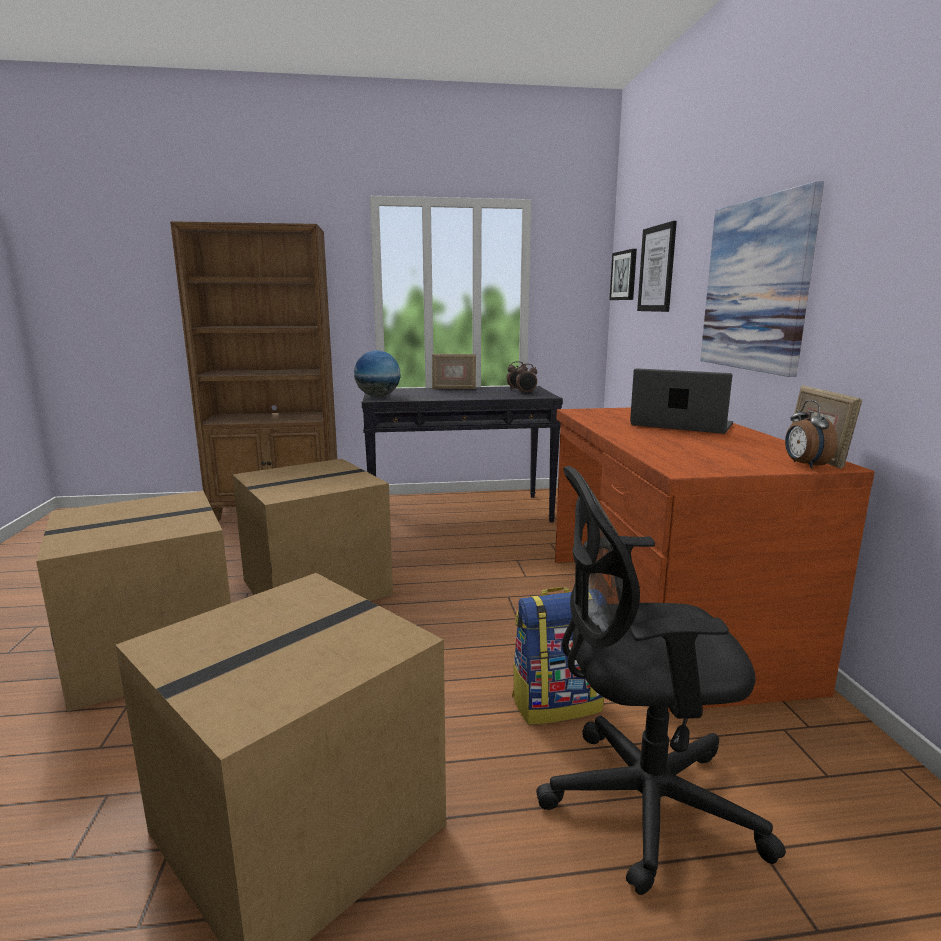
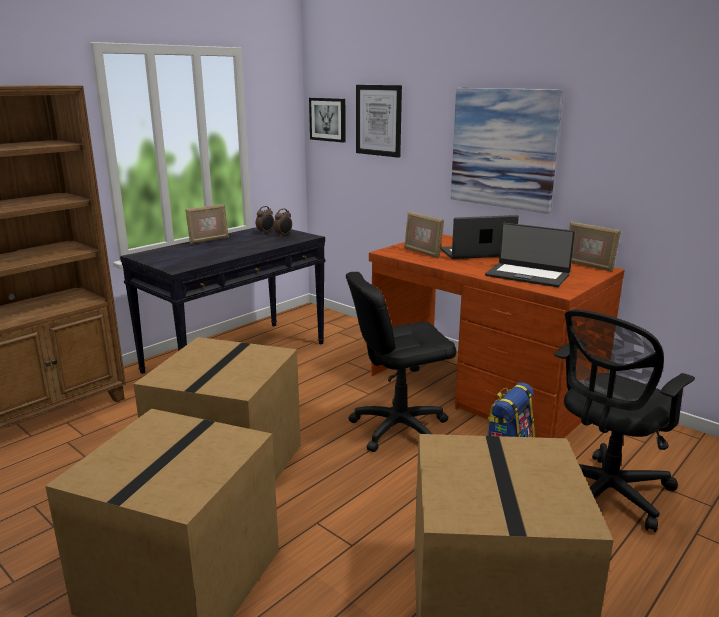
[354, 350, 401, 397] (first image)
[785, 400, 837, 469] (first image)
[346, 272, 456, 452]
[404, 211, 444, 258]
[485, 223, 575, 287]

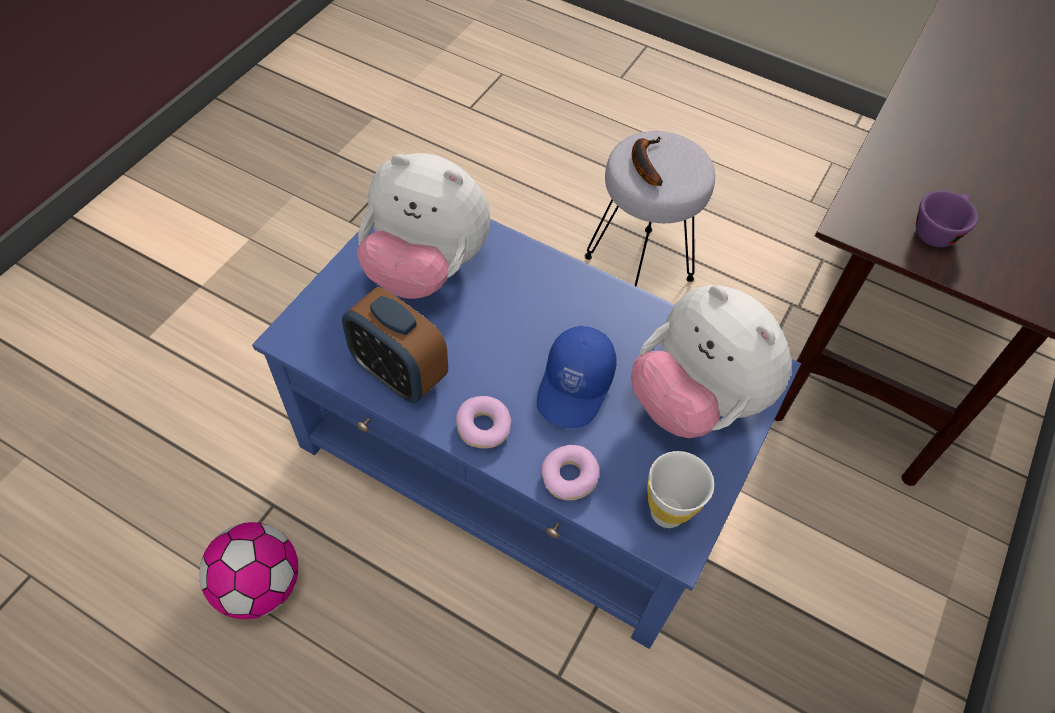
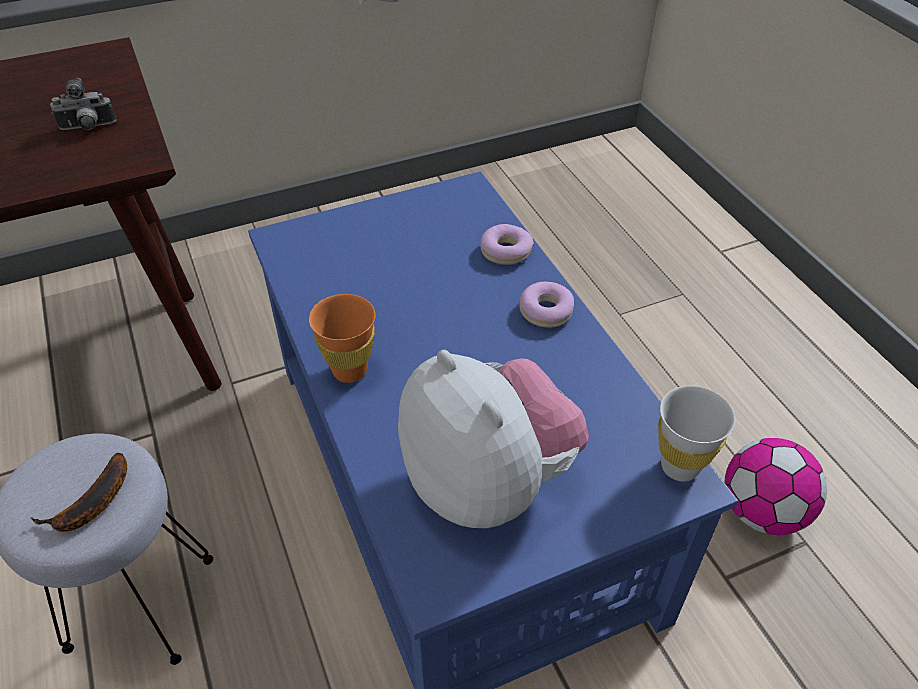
[342, 287, 448, 403] (first image)
[537, 326, 617, 428] (first image)
[631, 285, 791, 438] (first image)
[309, 294, 375, 383]
[658, 385, 736, 481]
[50, 78, 117, 130]

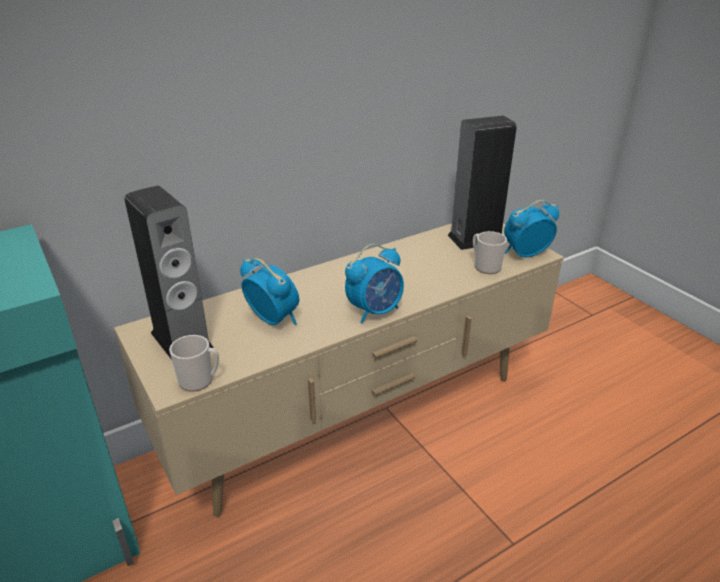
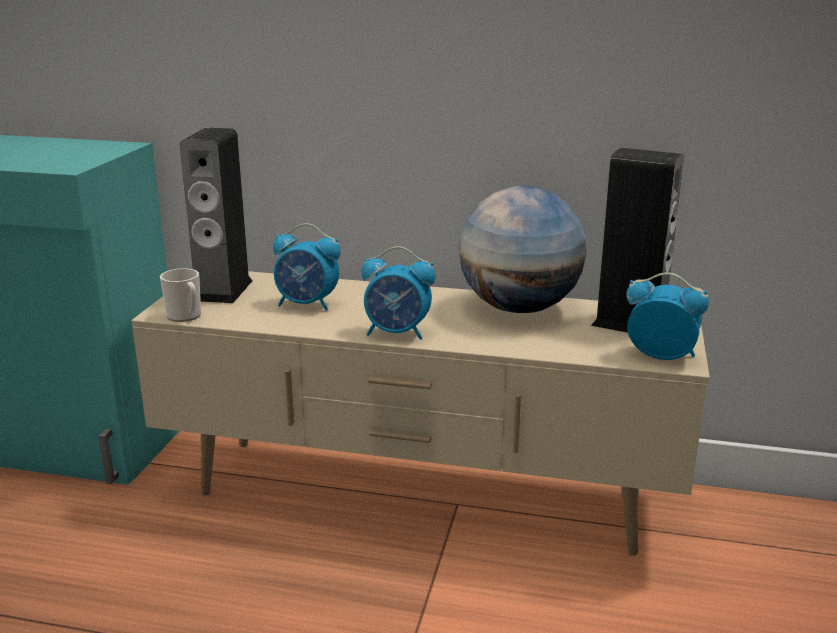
[473, 231, 507, 274] (first image)
[459, 186, 587, 313]
[273, 223, 341, 311]

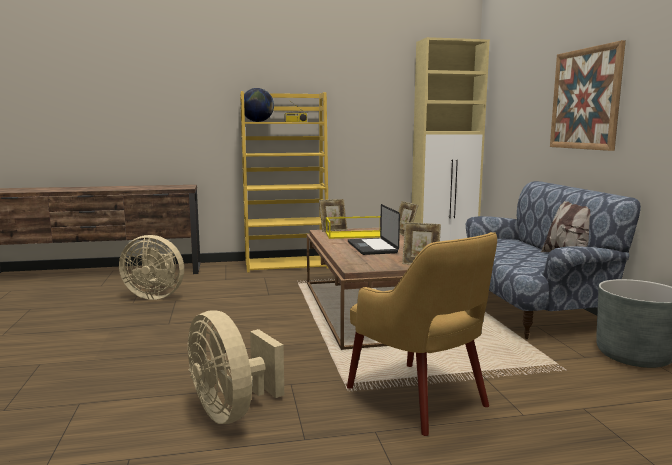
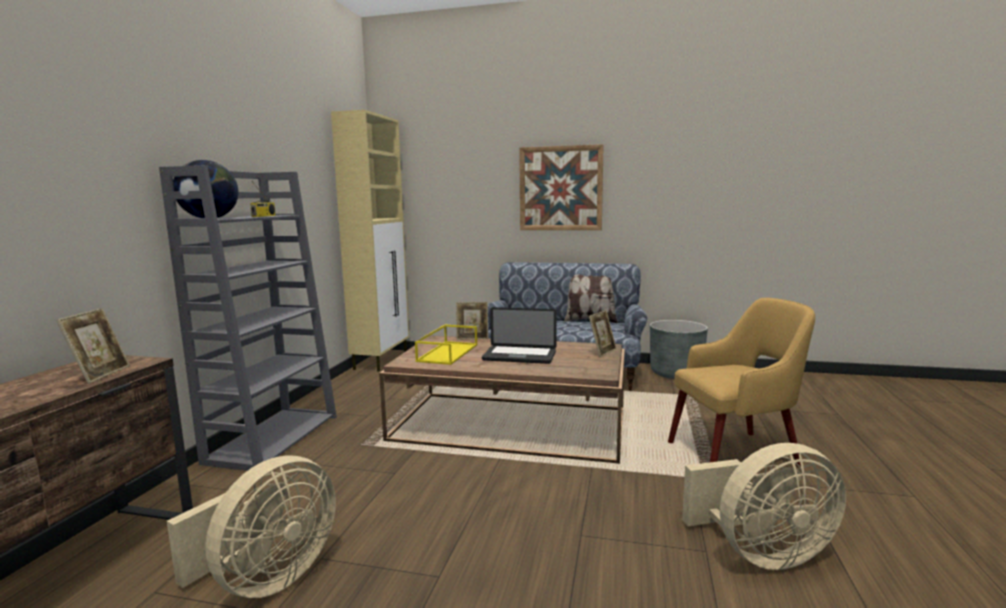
[56, 308, 130, 384]
[159, 165, 337, 471]

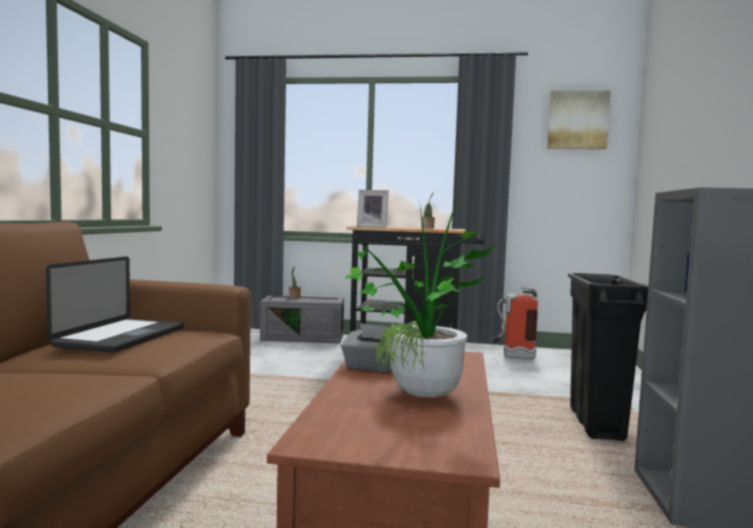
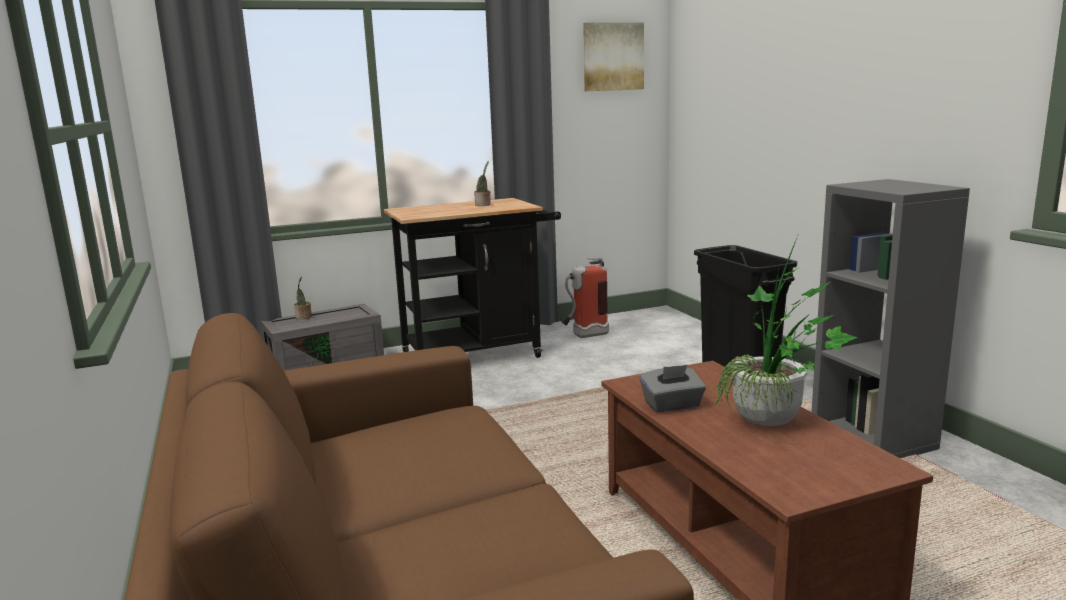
[46, 256, 184, 353] (first image)
[357, 190, 389, 228] (first image)

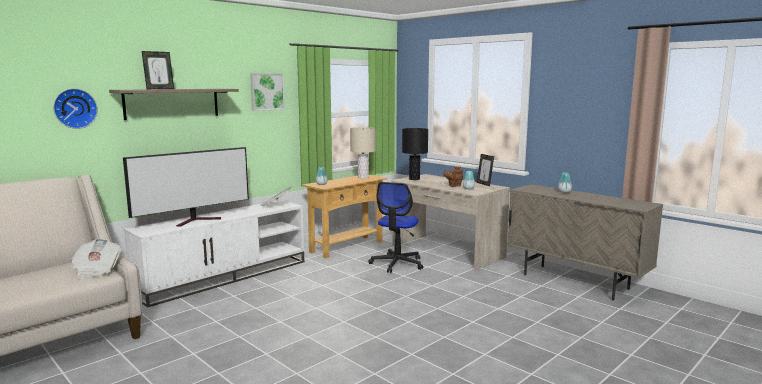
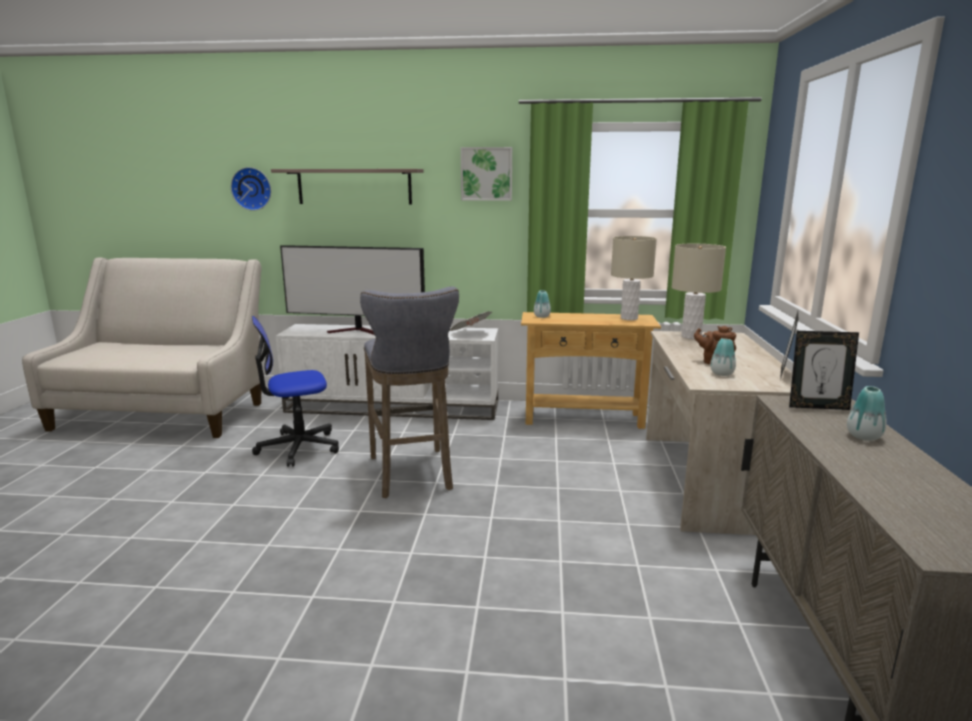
[71, 238, 121, 279] (first image)
[360, 286, 459, 498]
[789, 331, 859, 410]
[252, 316, 339, 467]
[672, 244, 726, 339]

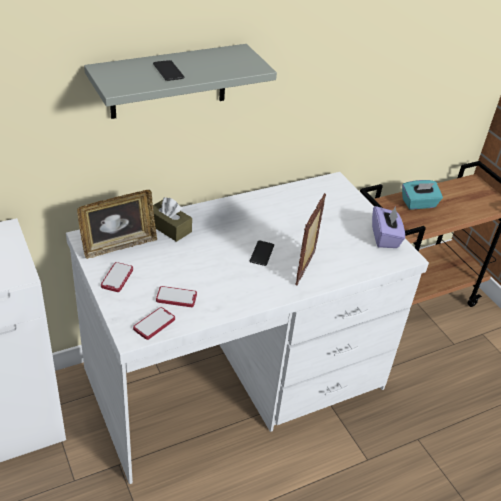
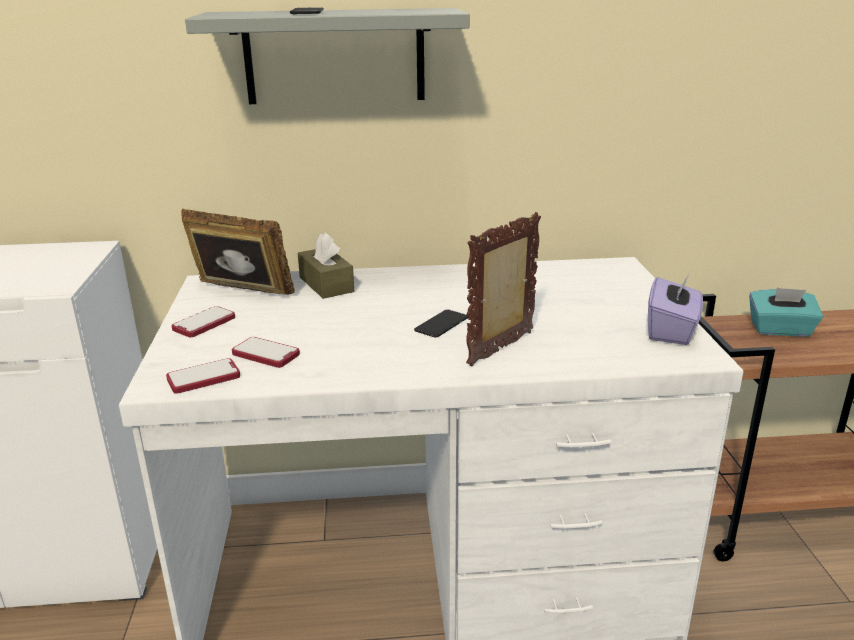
[181, 209, 295, 295]

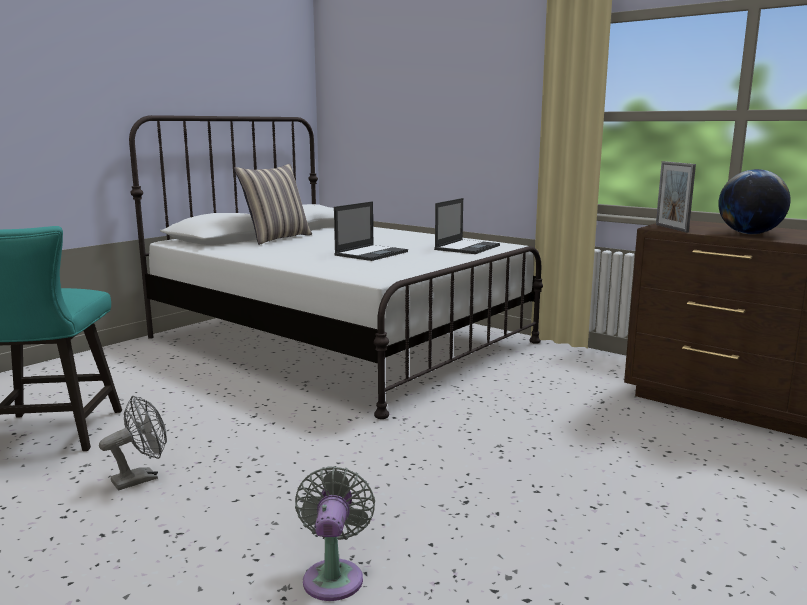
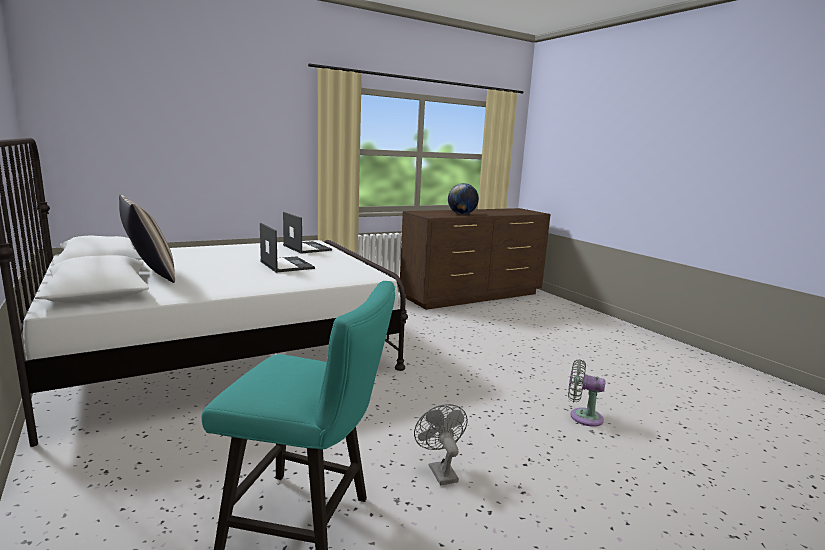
[656, 161, 696, 232] (first image)

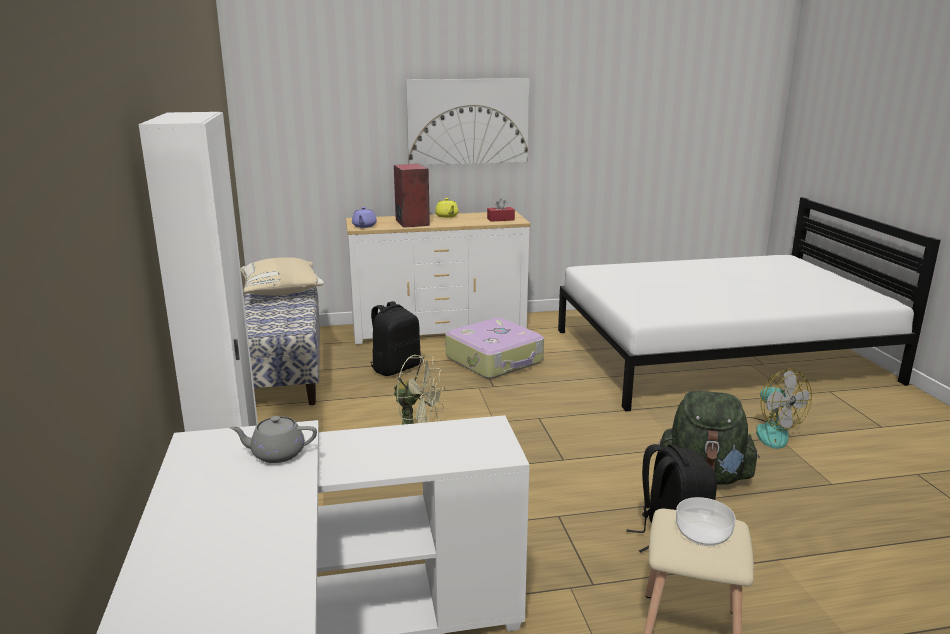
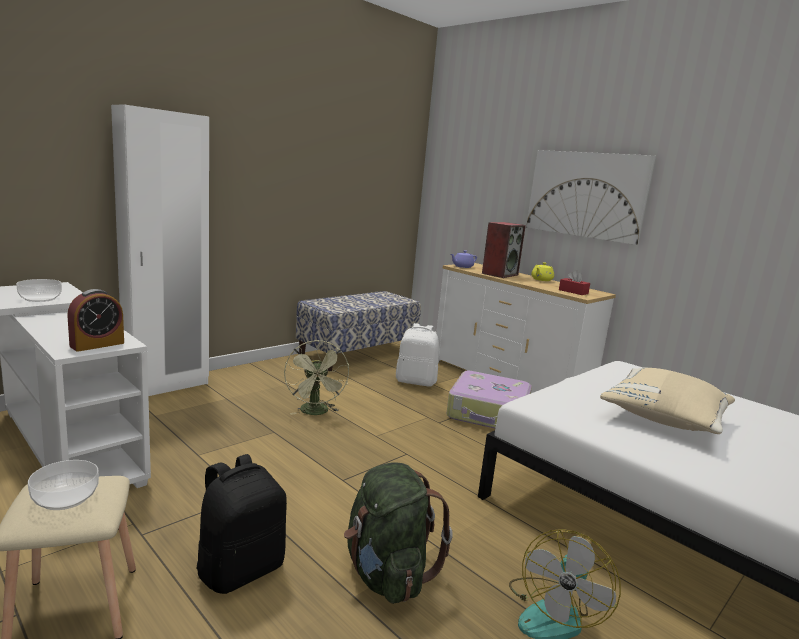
[67, 289, 124, 352]
[600, 368, 735, 434]
[16, 279, 62, 302]
[396, 323, 439, 387]

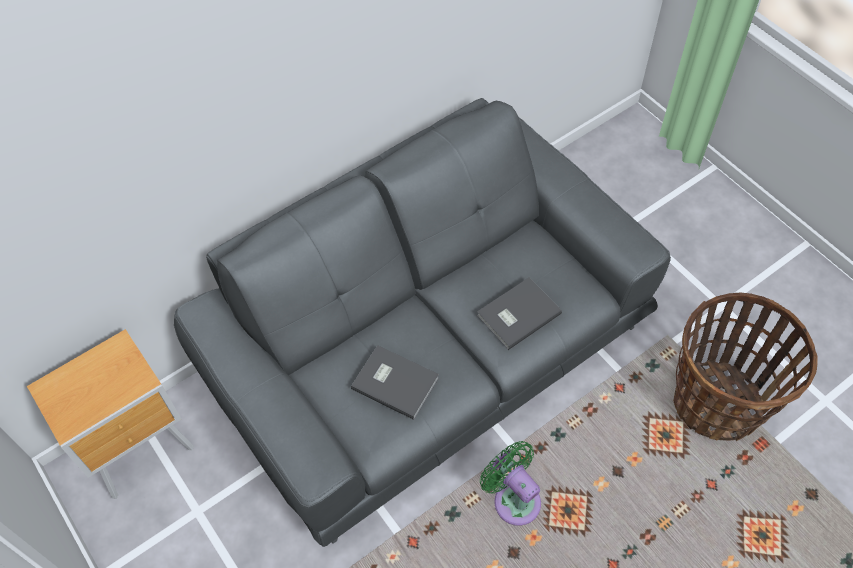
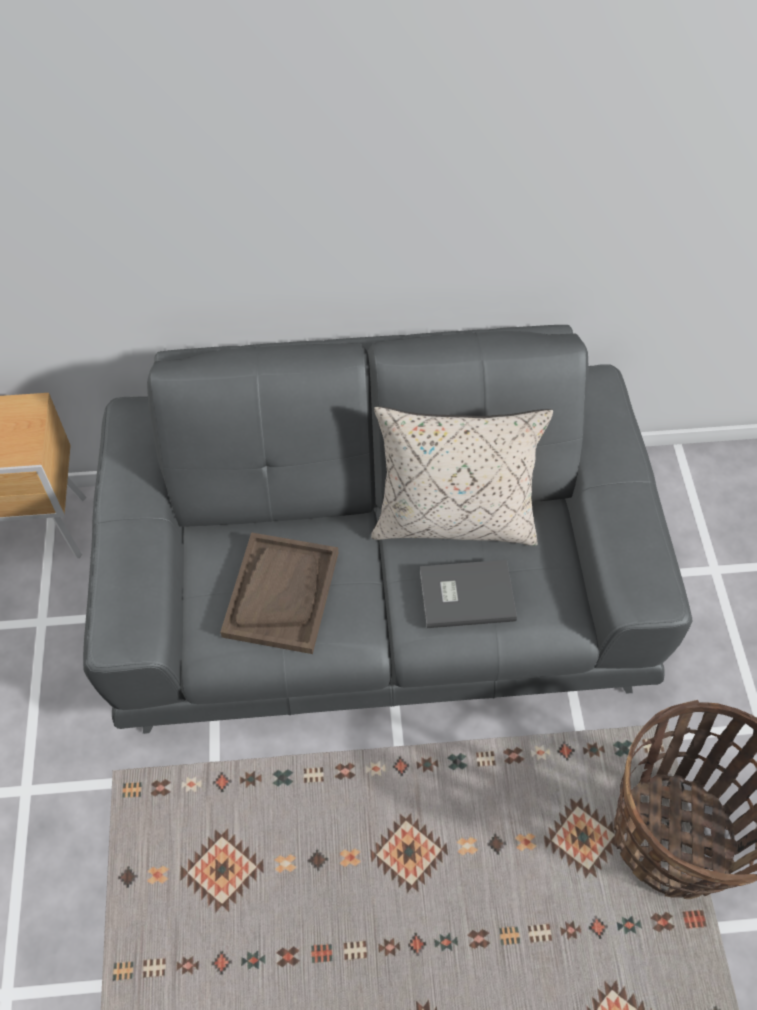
[480, 441, 541, 526] (first image)
[371, 406, 553, 546]
[220, 532, 338, 654]

